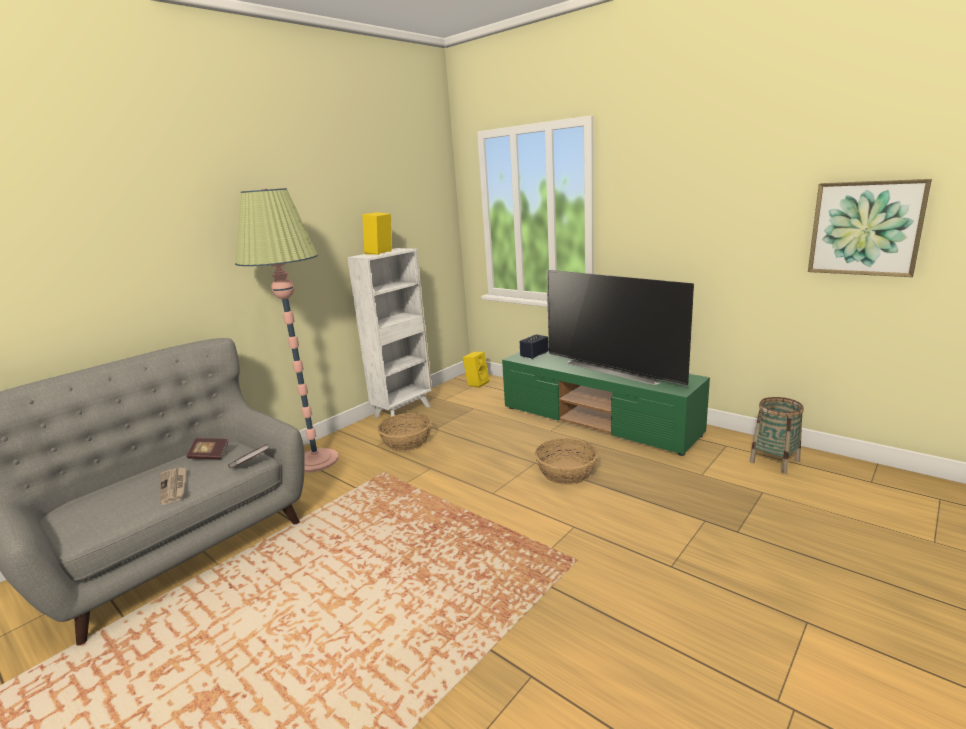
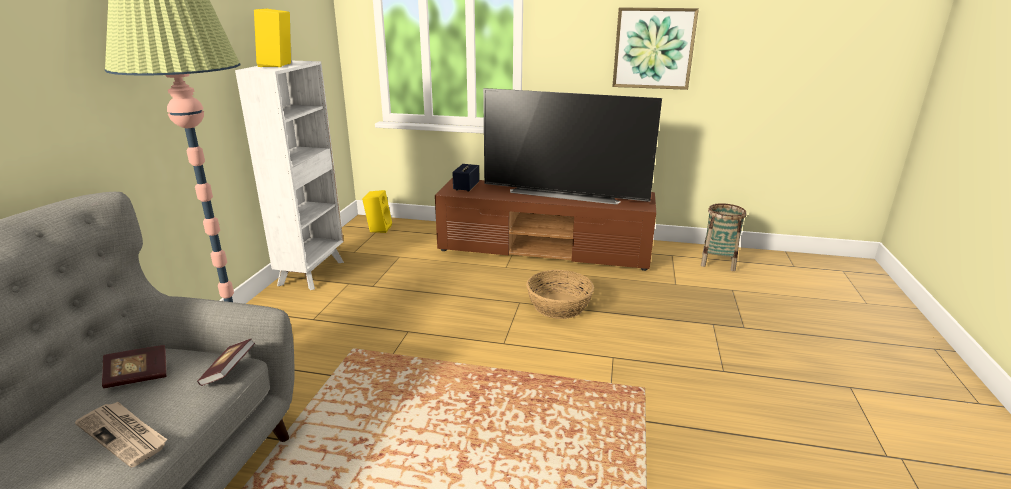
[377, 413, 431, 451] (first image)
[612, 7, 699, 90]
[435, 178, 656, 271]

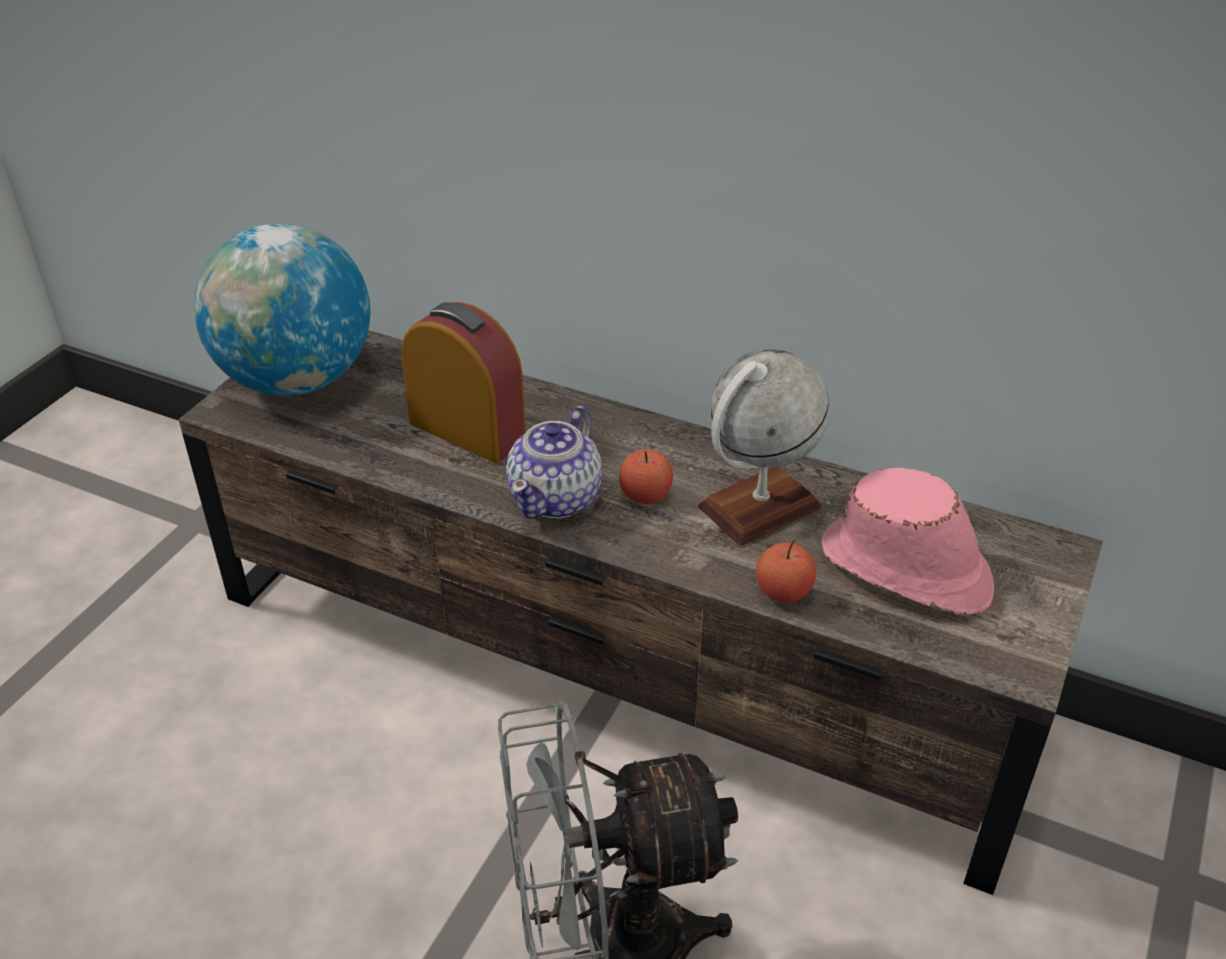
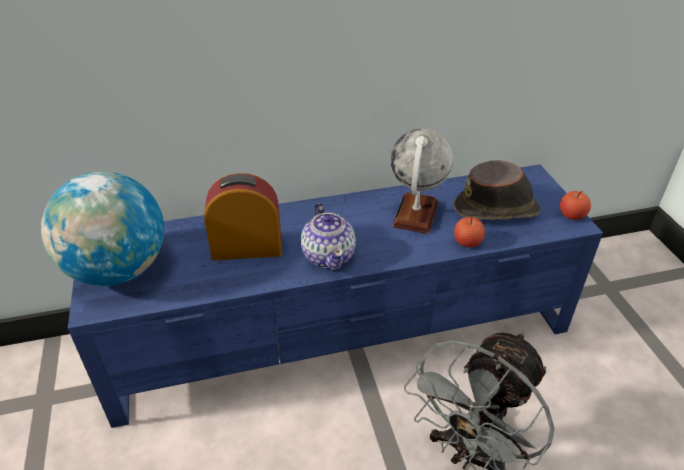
[560, 191, 591, 220]
[68, 165, 603, 428]
[454, 160, 541, 220]

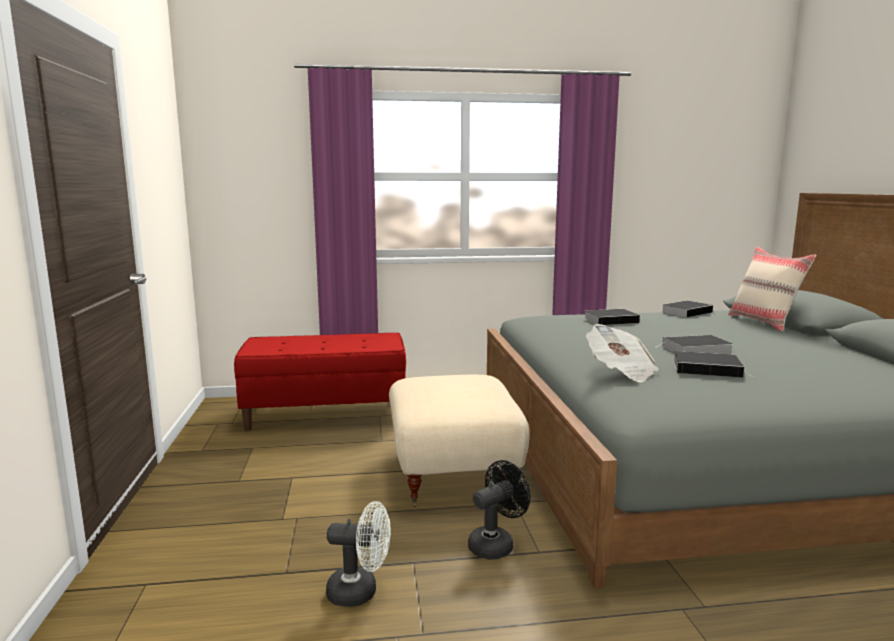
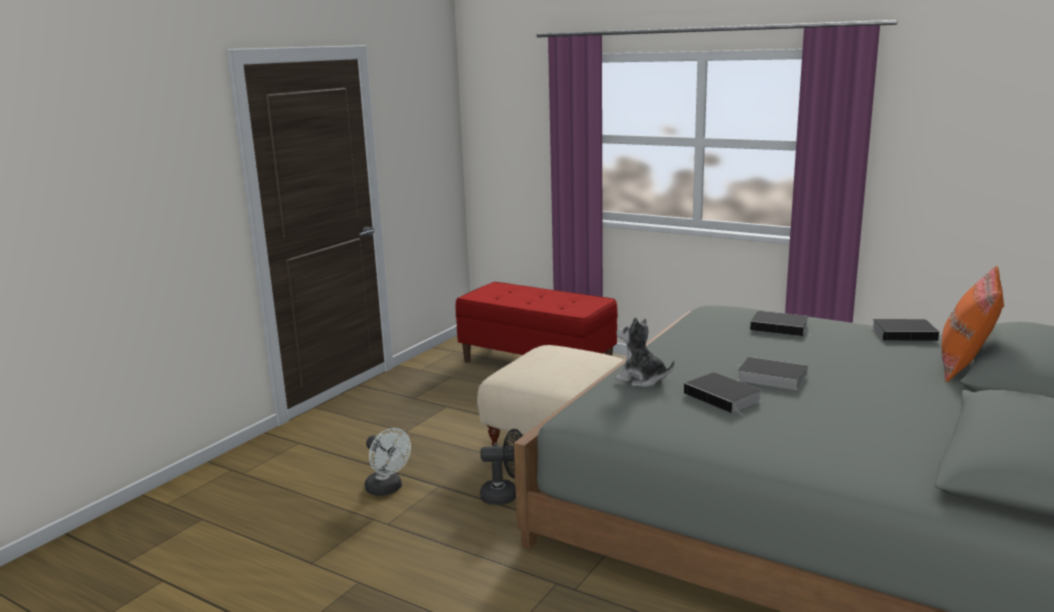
[615, 317, 675, 387]
[941, 266, 1004, 382]

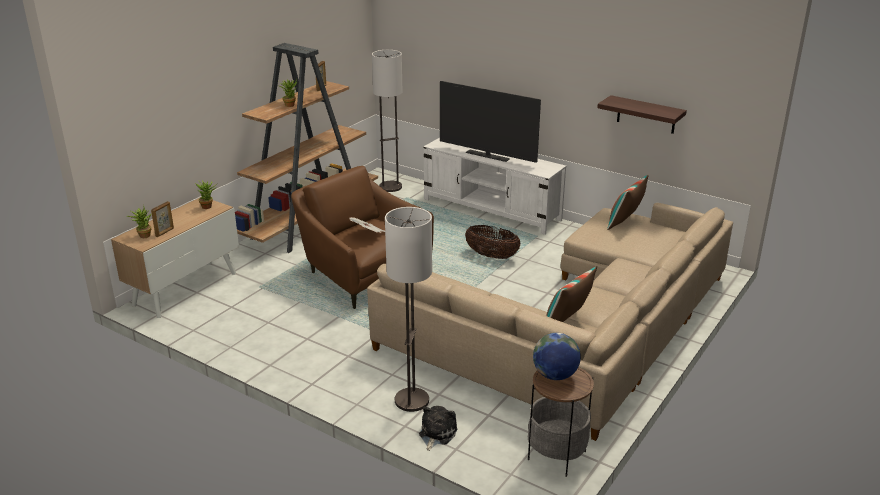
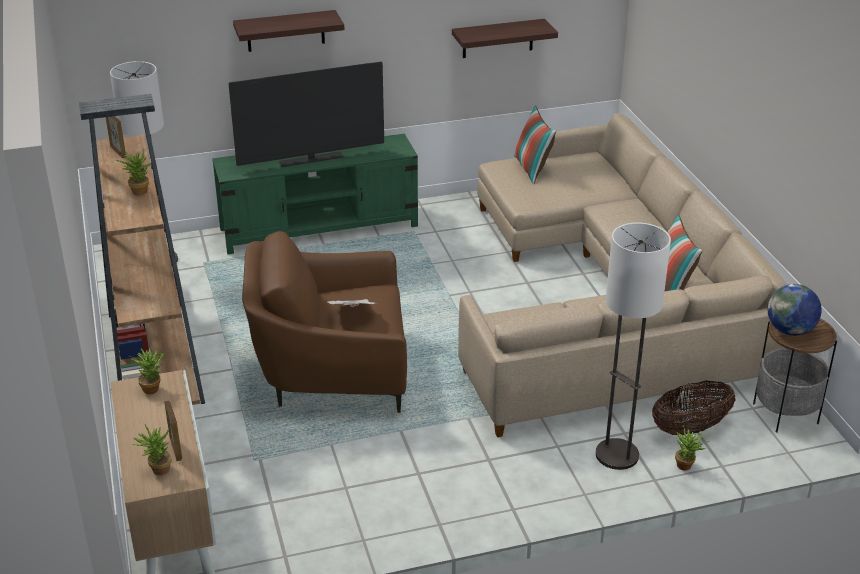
[233, 10, 345, 52]
[652, 381, 736, 435]
[675, 425, 710, 470]
[212, 134, 418, 255]

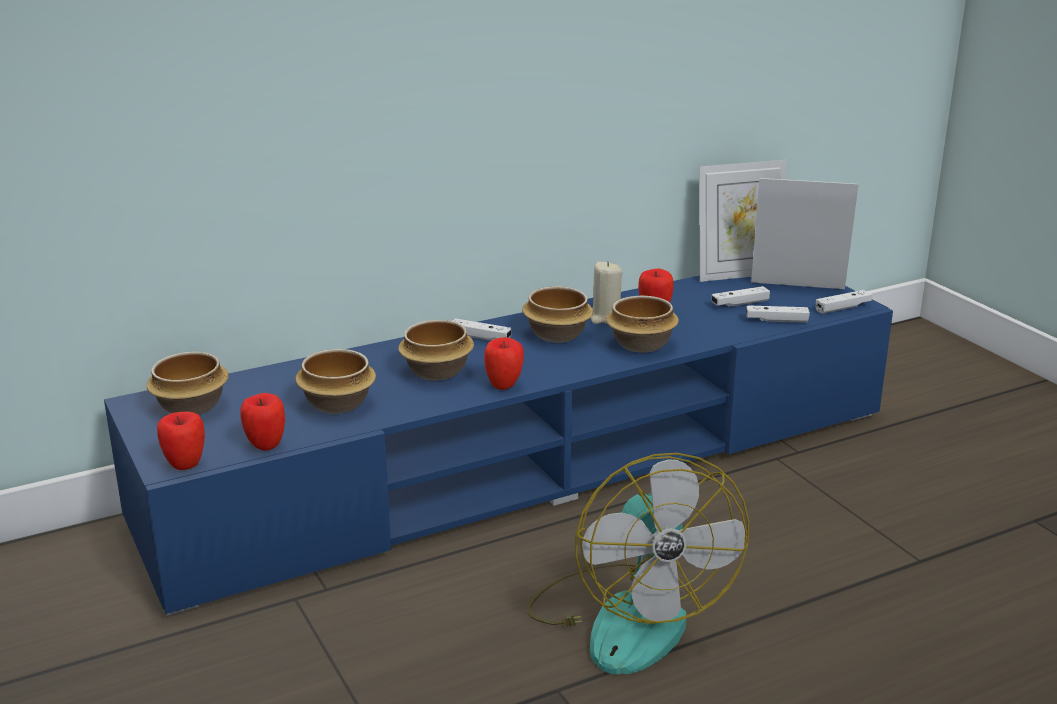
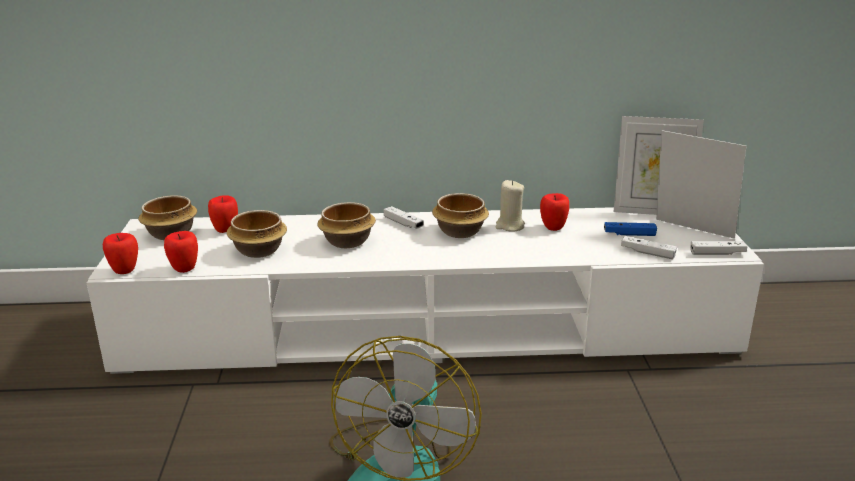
[606, 296, 679, 352] (first image)
[208, 195, 238, 233]
[87, 207, 764, 374]
[604, 222, 657, 236]

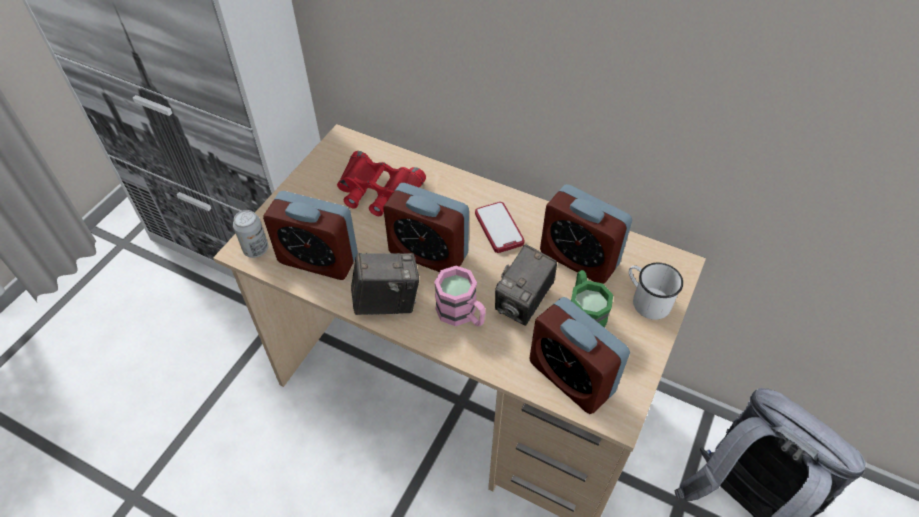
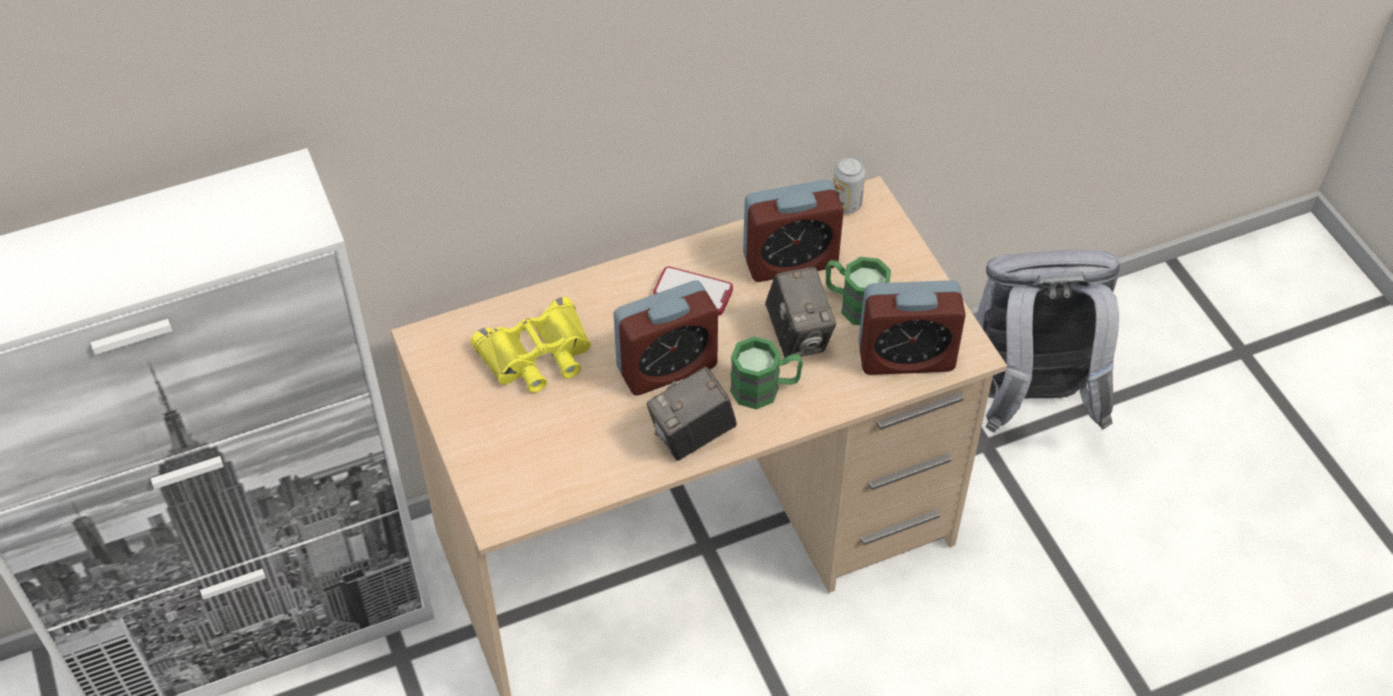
[263, 191, 358, 280] (first image)
[629, 263, 683, 320] (first image)
[833, 157, 865, 214]
[471, 297, 591, 393]
[730, 336, 803, 409]
[646, 367, 737, 461]

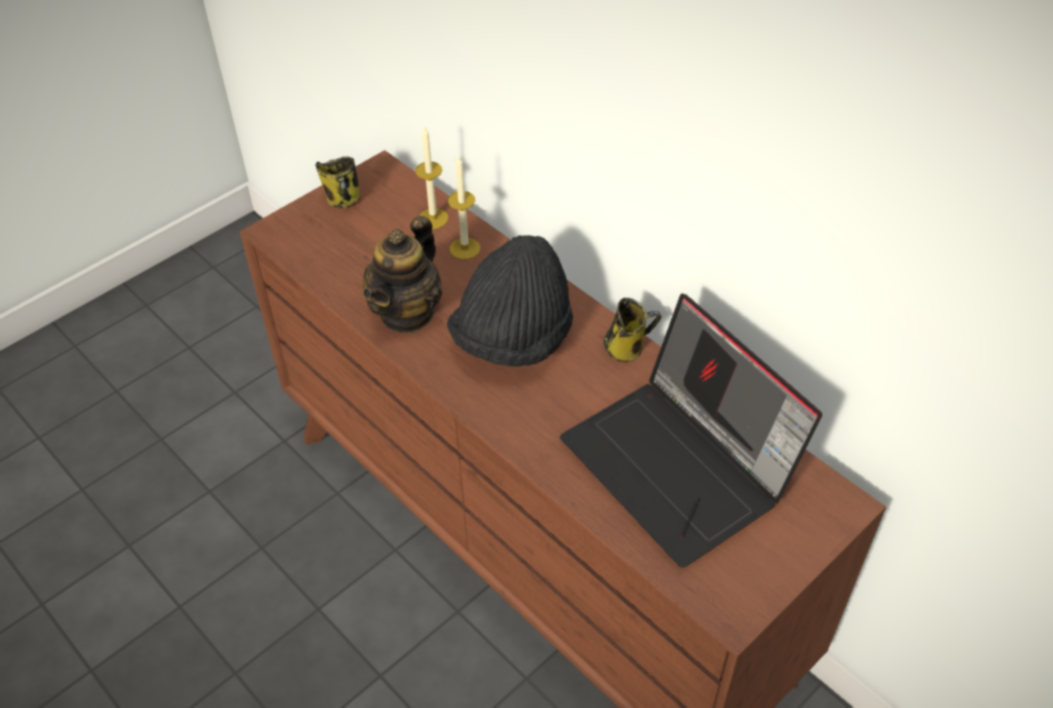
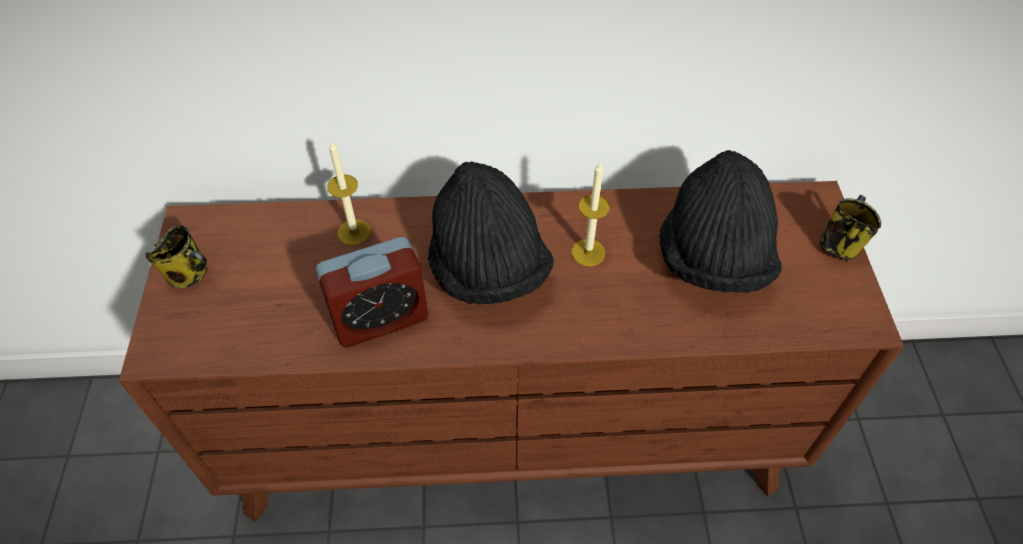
[572, 163, 610, 266]
[820, 195, 881, 261]
[315, 237, 428, 348]
[659, 150, 782, 293]

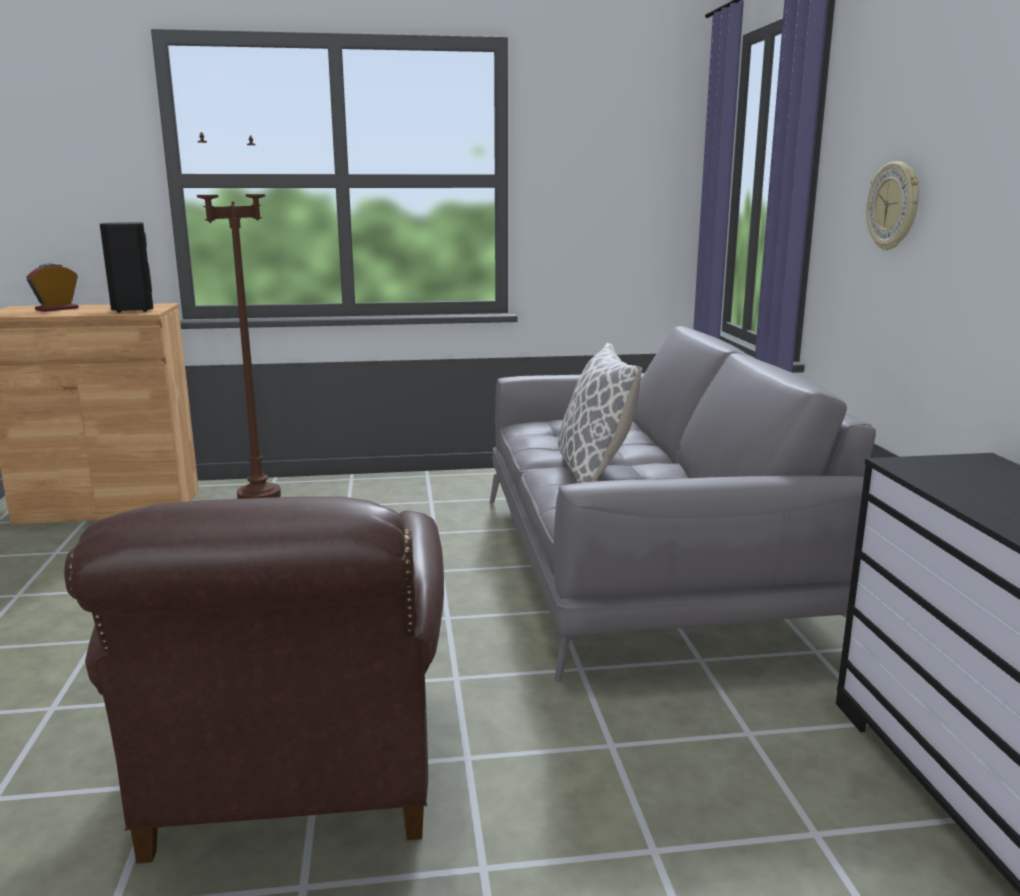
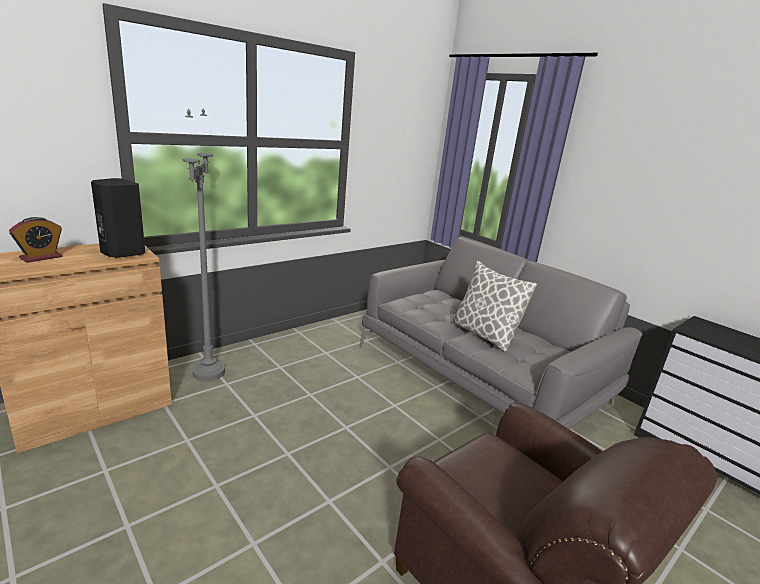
[866, 161, 919, 251] (first image)
[183, 108, 225, 381]
[9, 217, 62, 263]

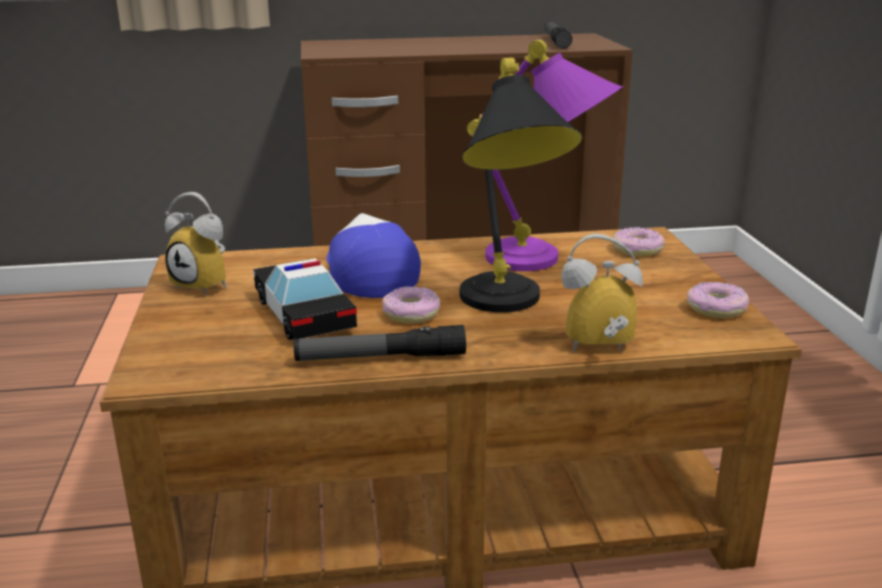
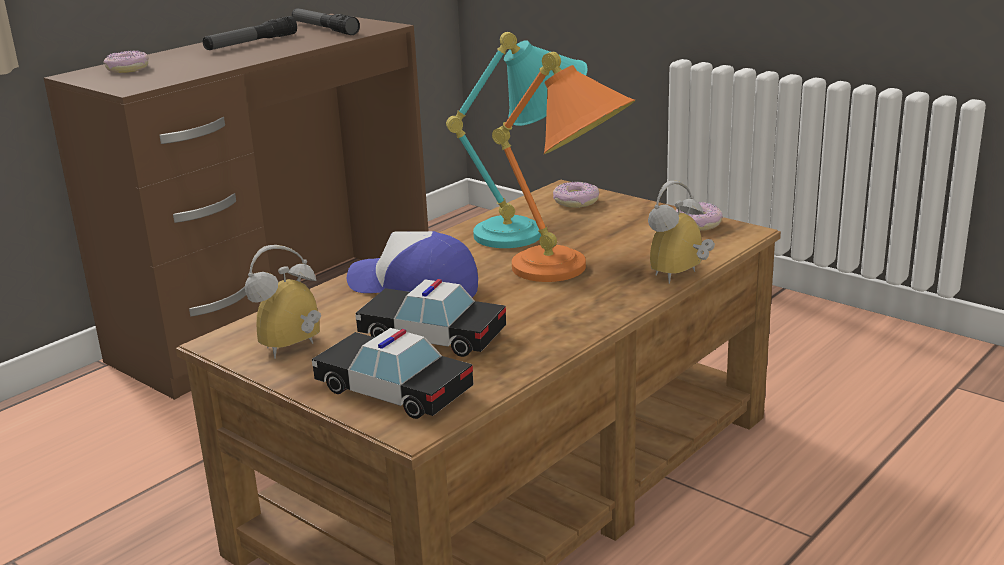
[312, 328, 473, 419]
[203, 16, 297, 50]
[104, 50, 149, 73]
[492, 52, 636, 282]
[446, 32, 588, 248]
[245, 245, 321, 359]

